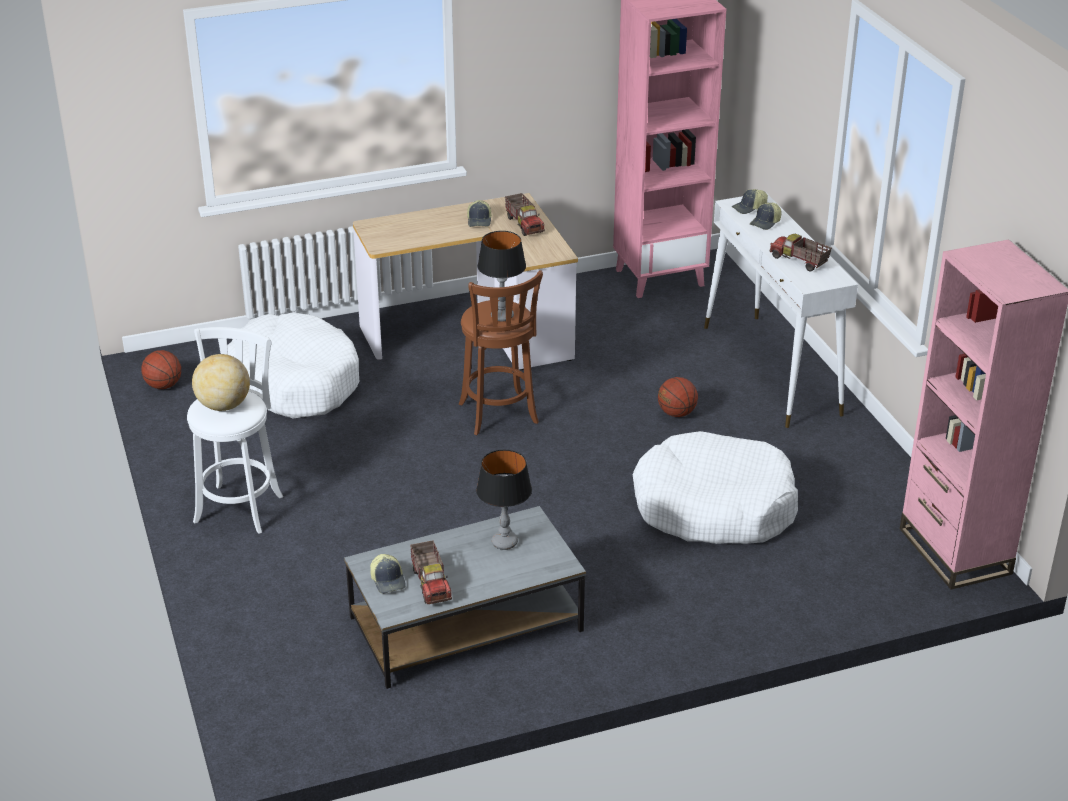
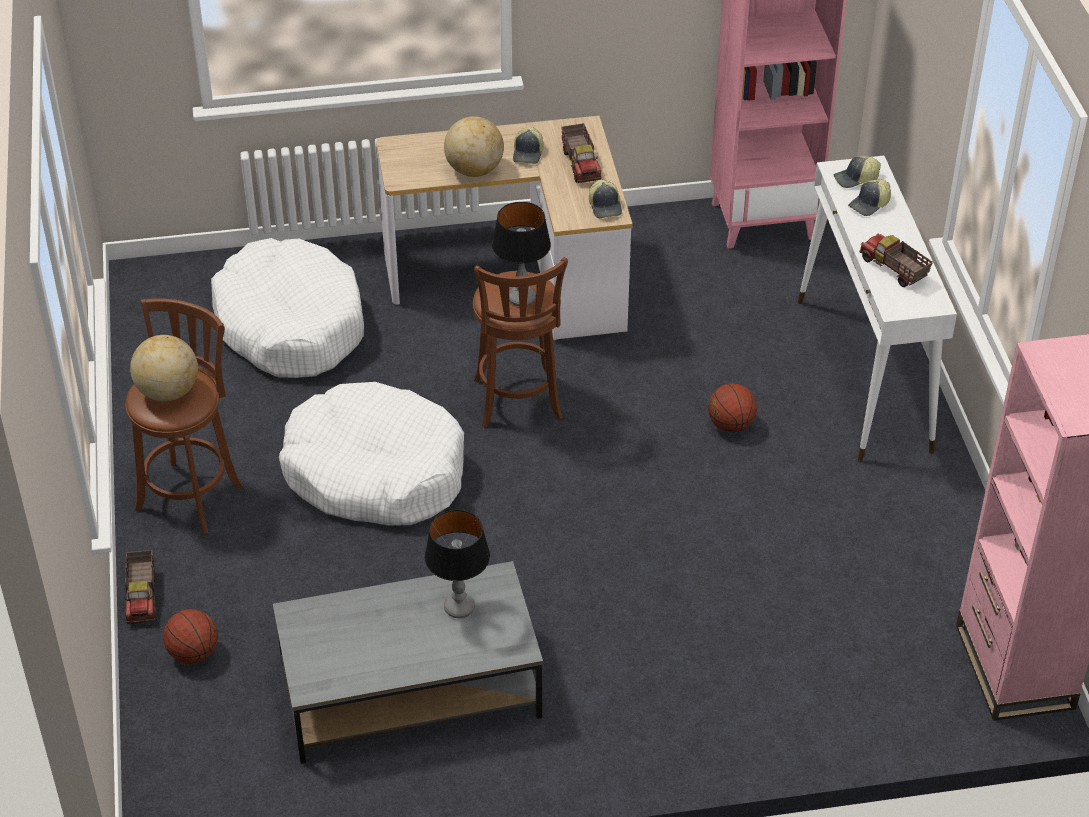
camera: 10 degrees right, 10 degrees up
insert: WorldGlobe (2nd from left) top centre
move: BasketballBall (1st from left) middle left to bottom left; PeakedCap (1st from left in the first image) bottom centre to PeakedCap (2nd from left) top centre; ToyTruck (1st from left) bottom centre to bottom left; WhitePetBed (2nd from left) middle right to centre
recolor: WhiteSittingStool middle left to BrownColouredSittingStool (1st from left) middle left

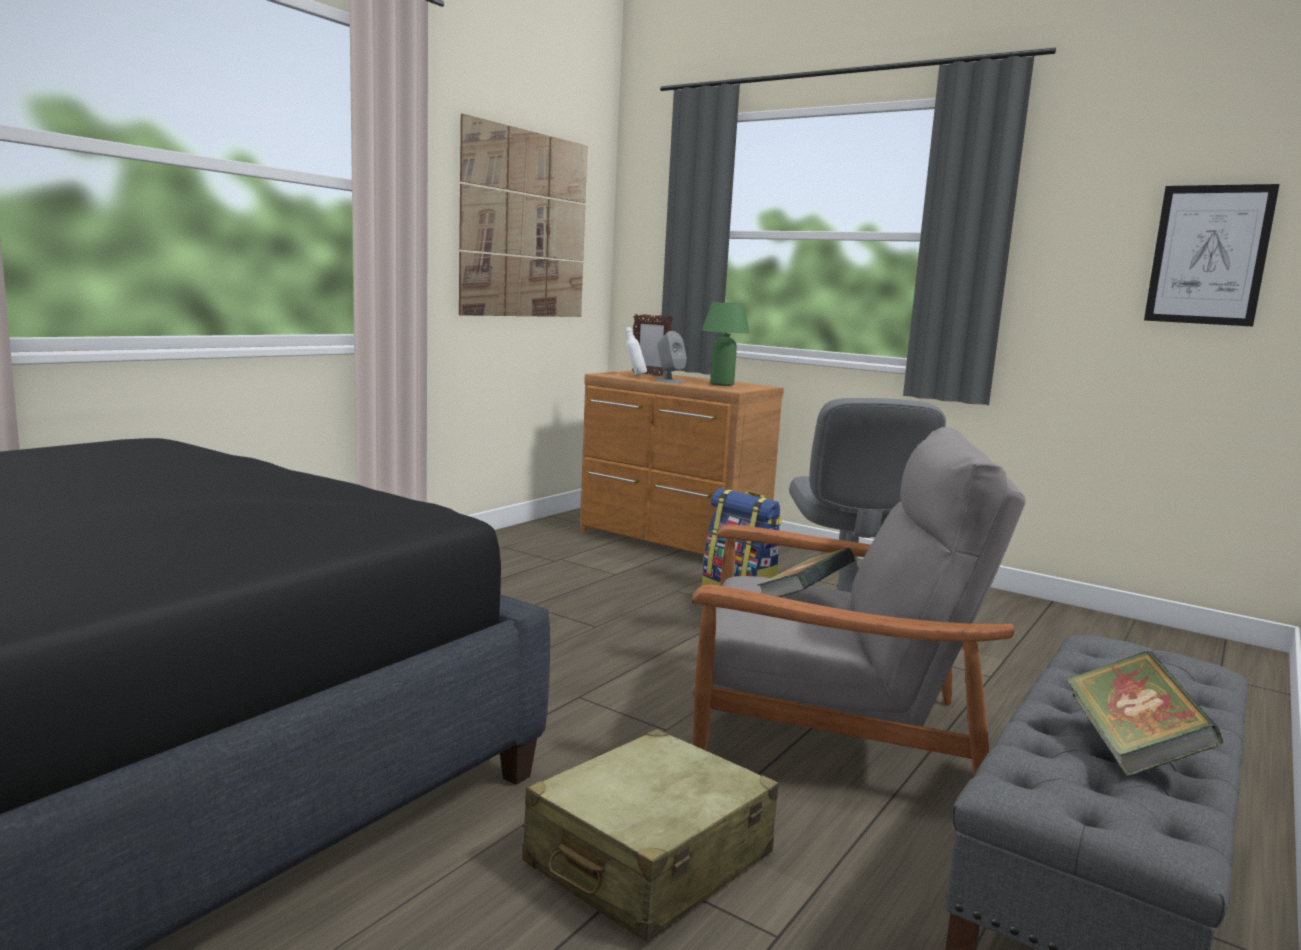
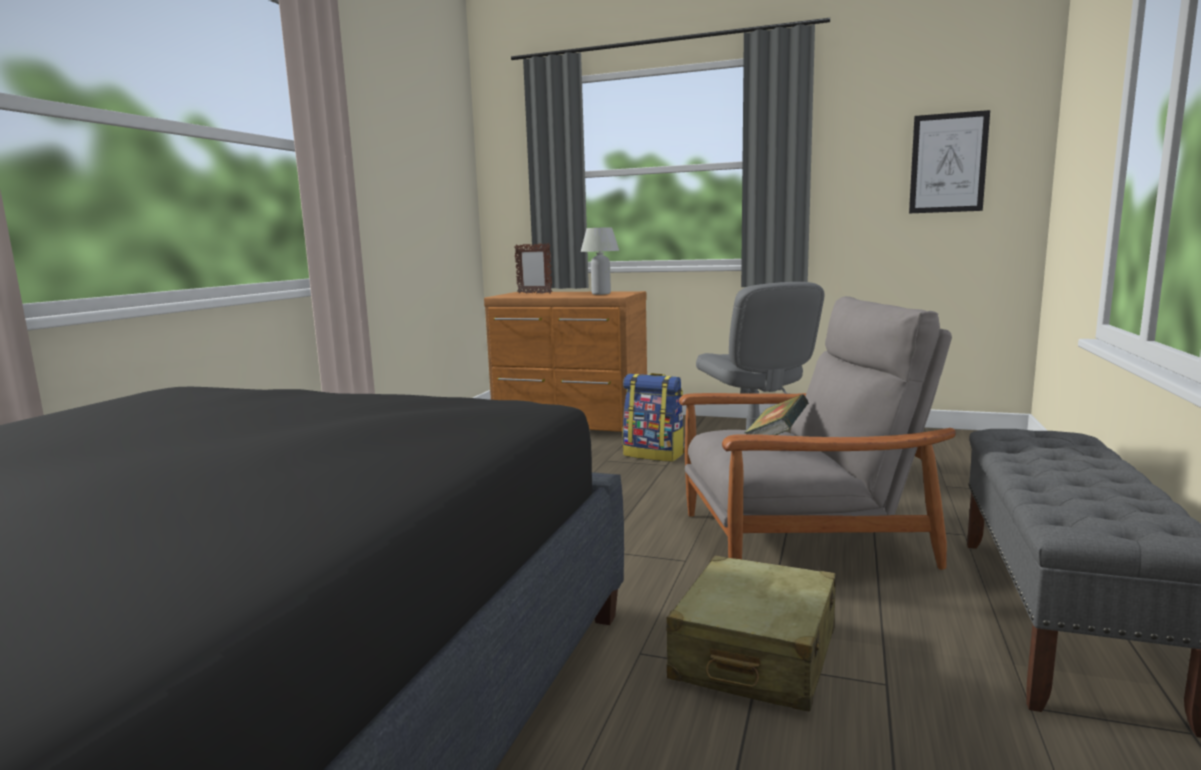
camera: 15 degrees left, 0 degrees up
delete: WallArt (1st from left) top centre; WhiteDrinkBottle centre; GreyishSpeaker centre; Volume (2nd from left) bottom right
recolor: GreenTableLamp centre to WhiteTableLamp centre

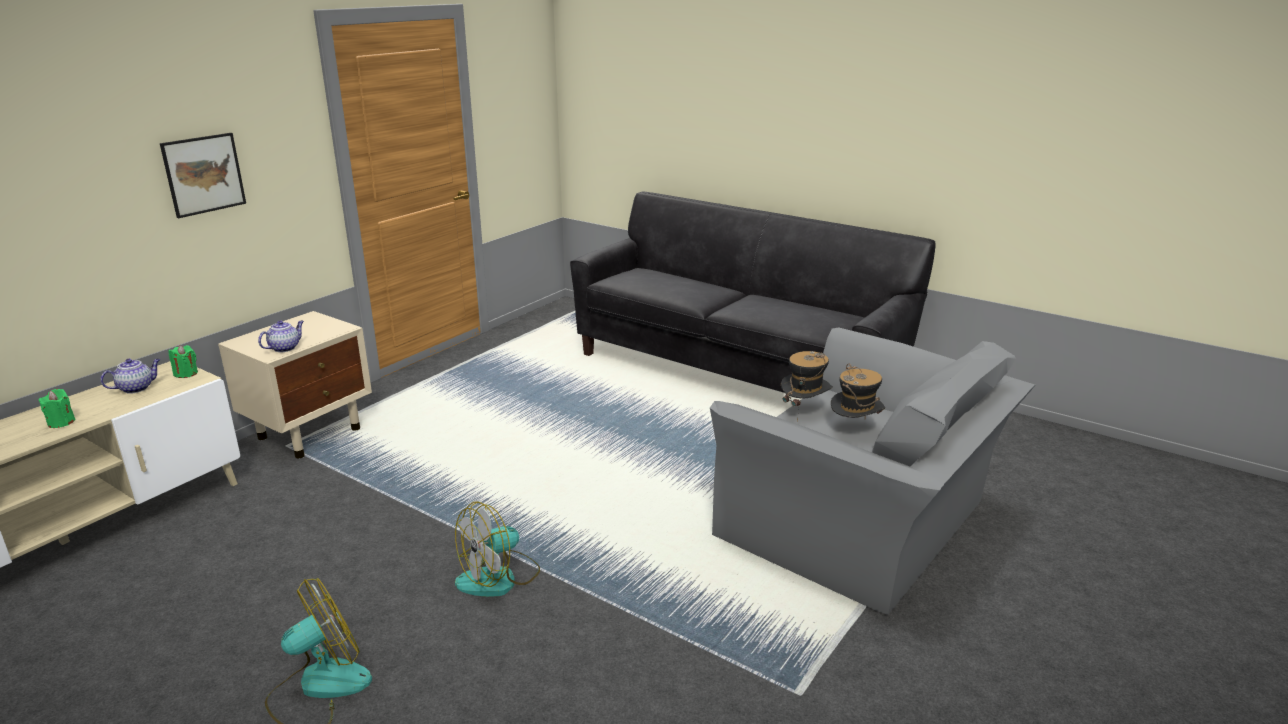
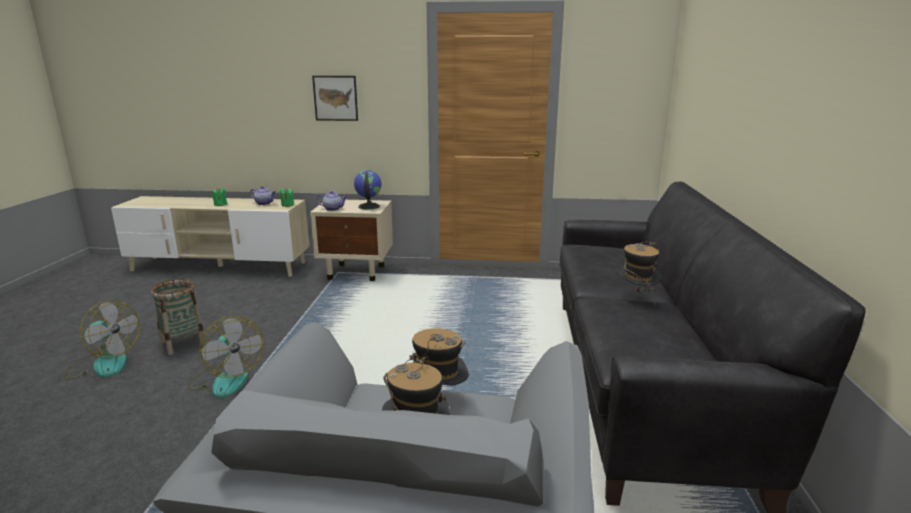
camera: 60 degrees right, 5 degrees down
insert: StorageBasket middle left; WorldGlobe centre; ClothingHat (3rd from left) middle right
rotate: ElectricFan (2nd from left) bottom centre = bottom left 150 degrees counterclockwise

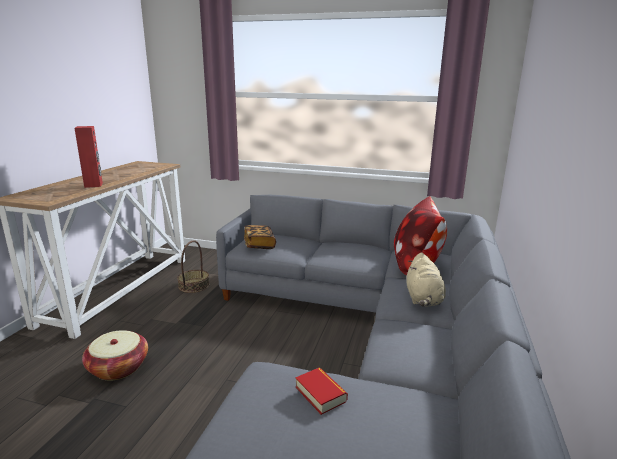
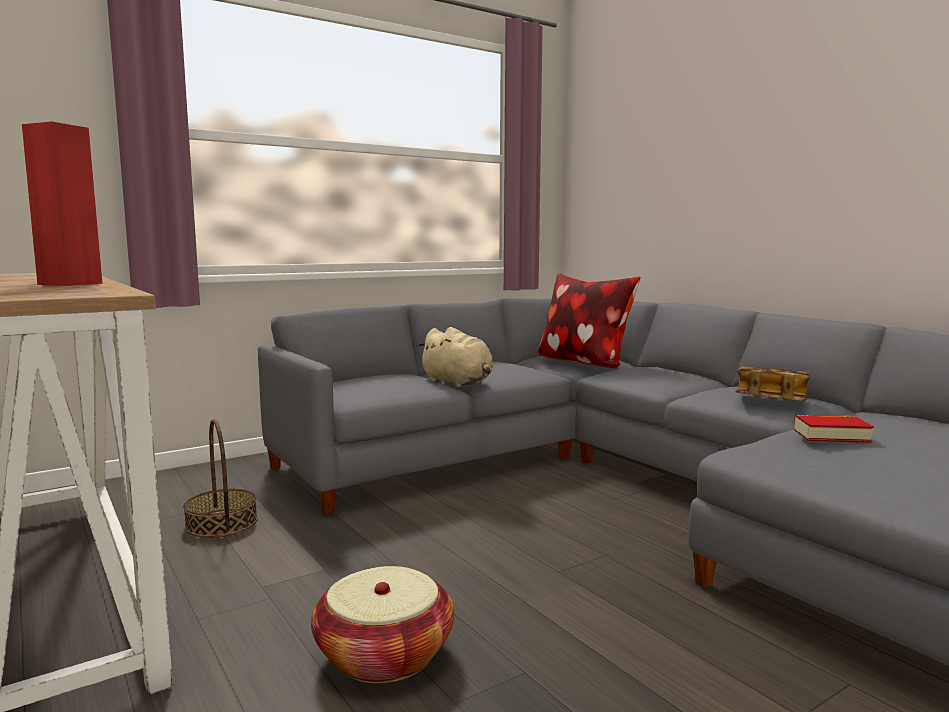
camera: 50 degrees left, 10 degrees down
move: Volume (1st from left) centre to middle right; BeigeCuddlyToy middle right to centre

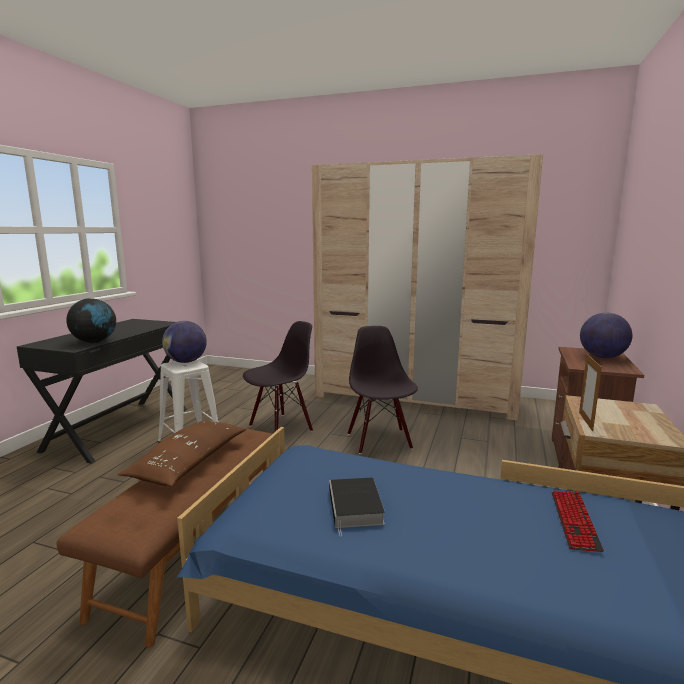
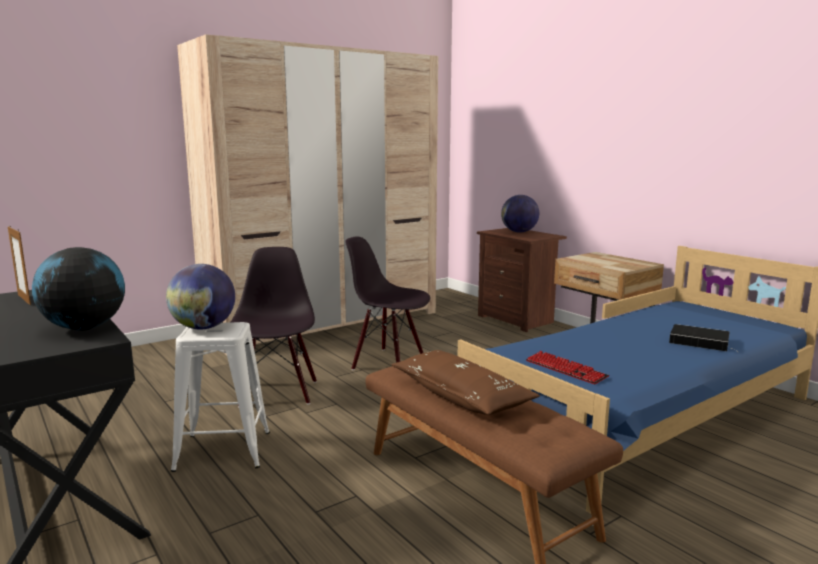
camera: 55 degrees left, 0 degrees up
move: Volume bottom centre to middle right; ComputerKeyboard bottom right to middle right; PictureFrame middle right to middle left

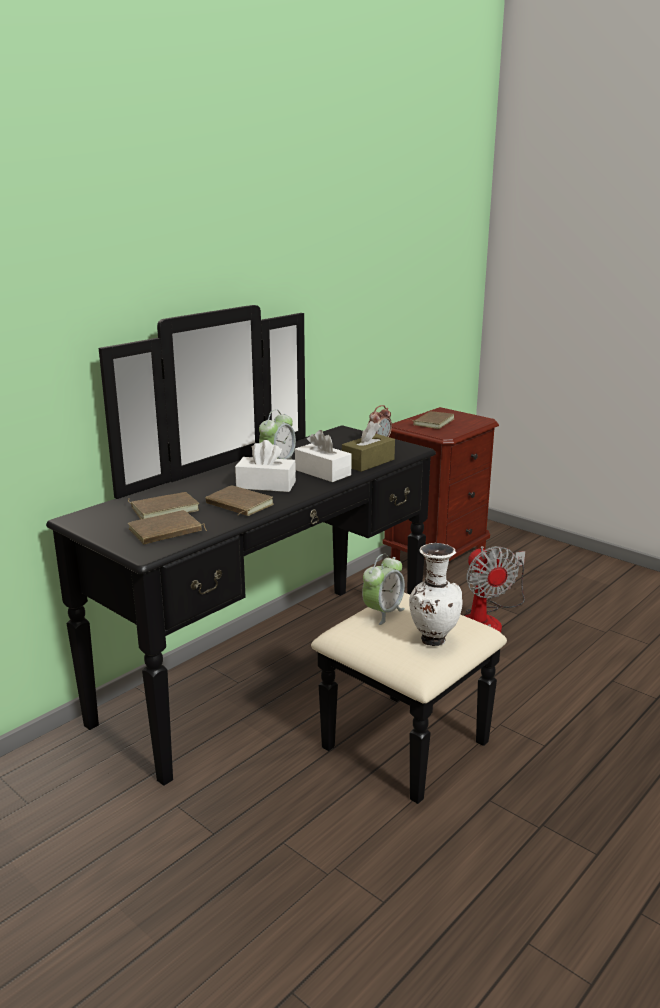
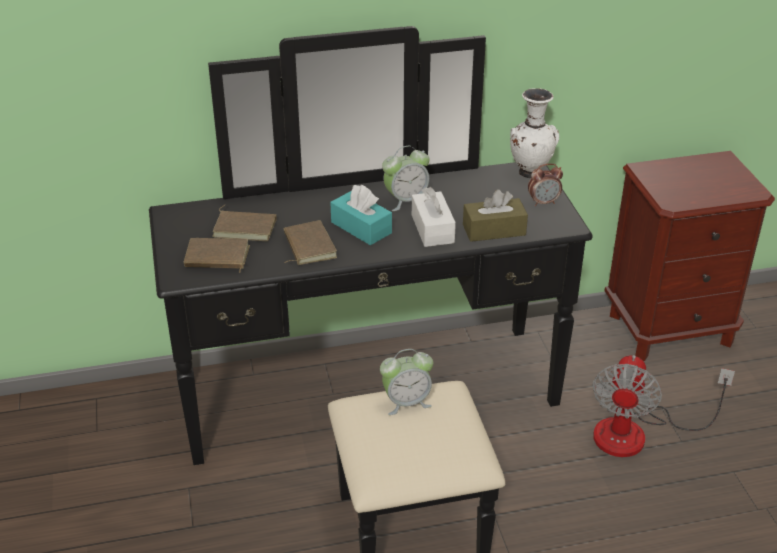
camera: 35 degrees right, 15 degrees up
delete: BrownColouredVolume (4th from left) centre
move: WhiteFlowerVase centre to top right
recolor: WhiteBoxOfTissues (1st from left) centre to BlueGreenBoxOfTissues centre

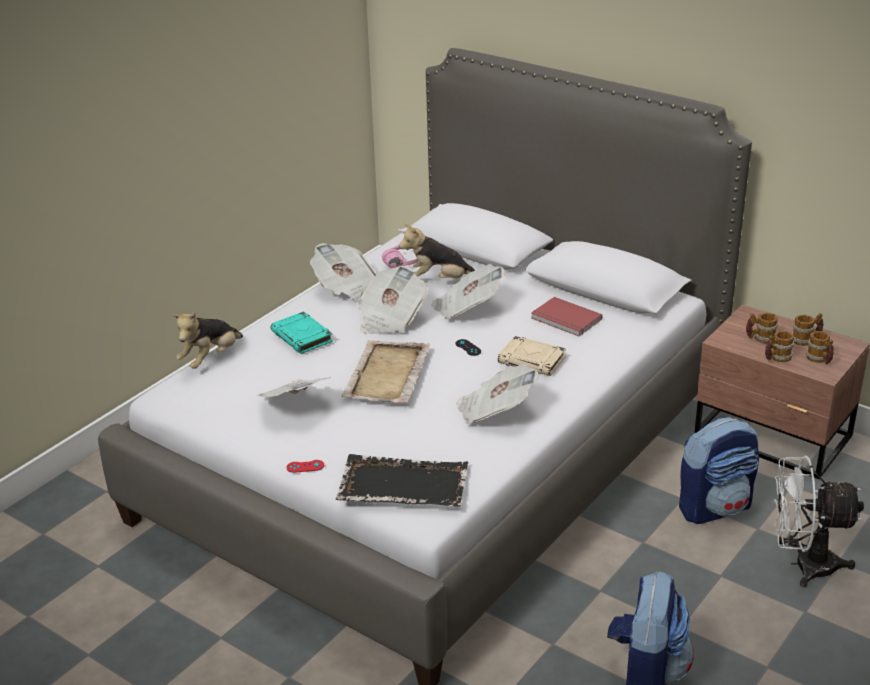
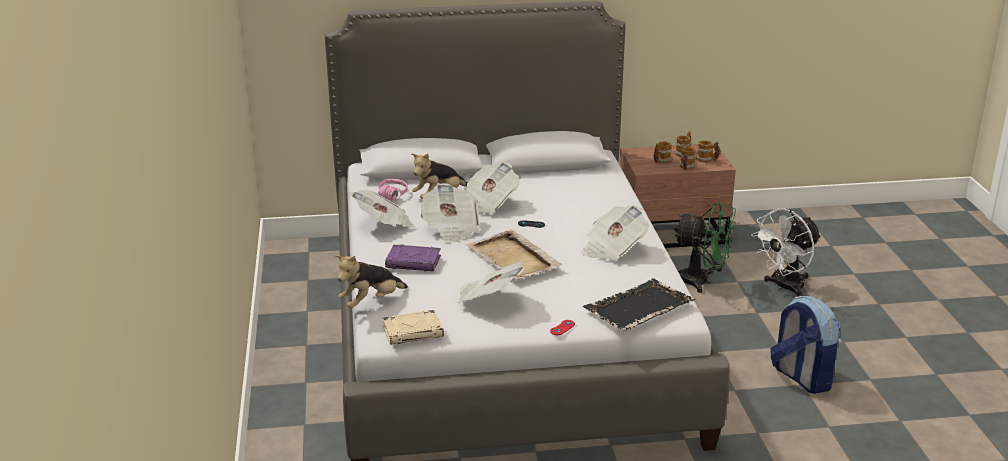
camera: 45 degrees left, 5 degrees down
delete: ReddishVolume centre
move: BeigeVolume centre to bottom centre
replace: Rucksack (2nd from left) bottom right to GreenElectricFan middle right
recolor: BlueGreenVolume centre to PurpleVolume centre
rotate: CuddlyToy (1st from left) middle left = centre 60 degrees clockwise

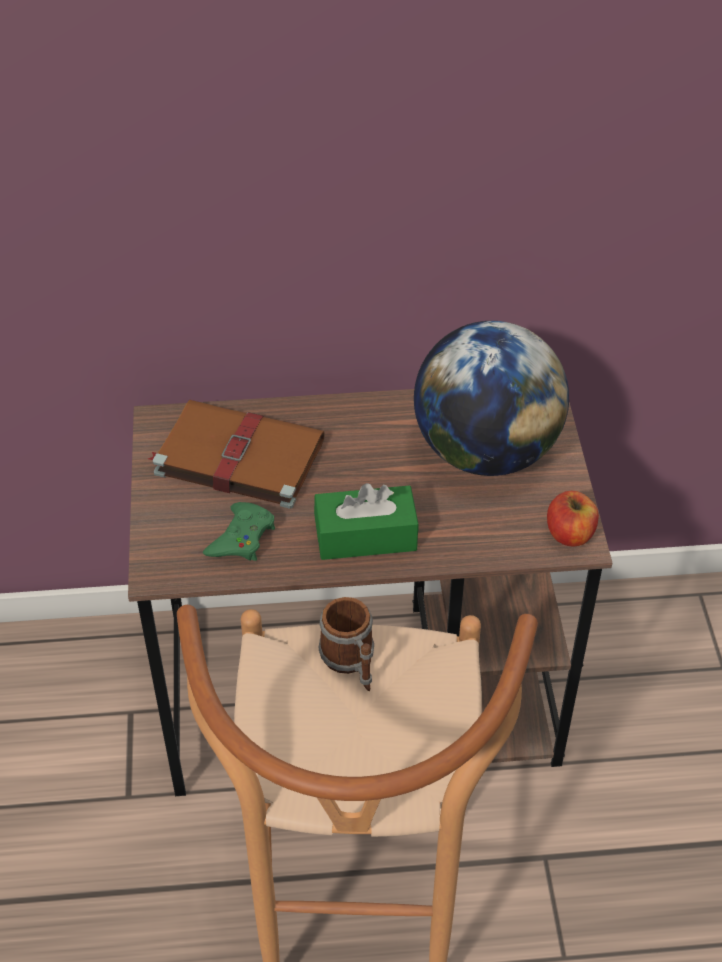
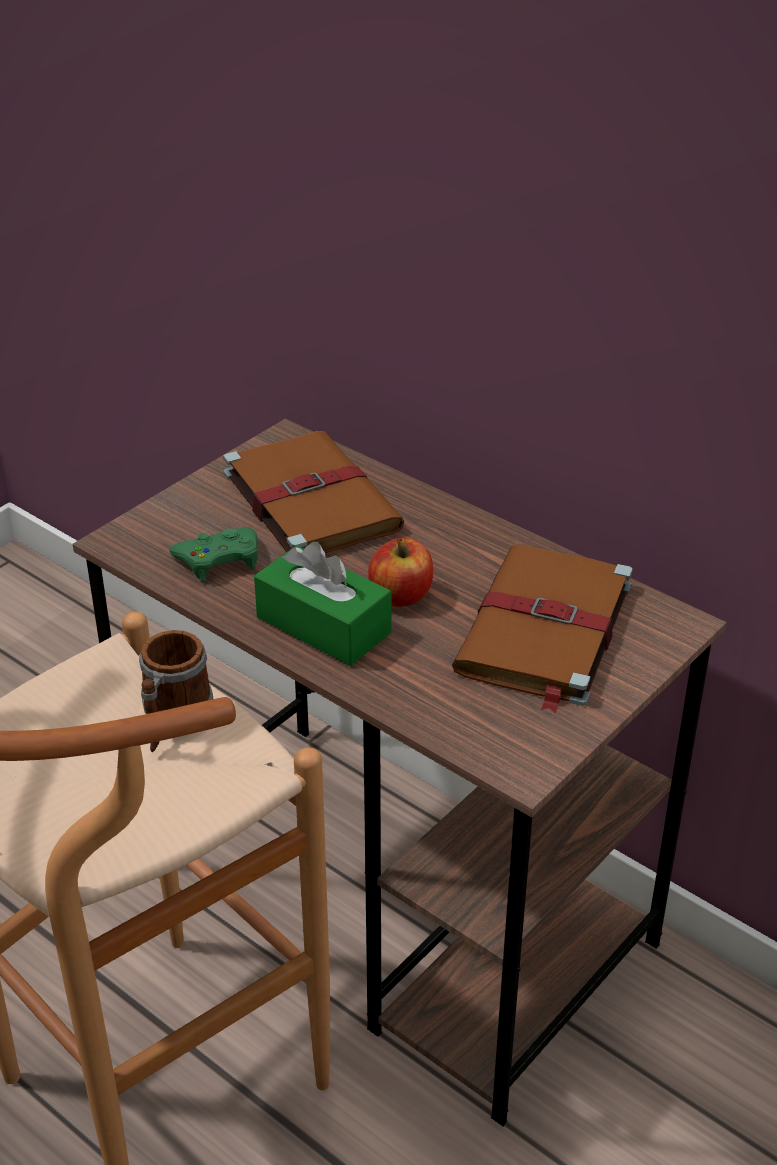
camera: 45 degrees right, 10 degrees down
move: Apple middle right to centre
replace: WorldGlobe middle right to BrownColouredVolume (2nd from left) middle right

